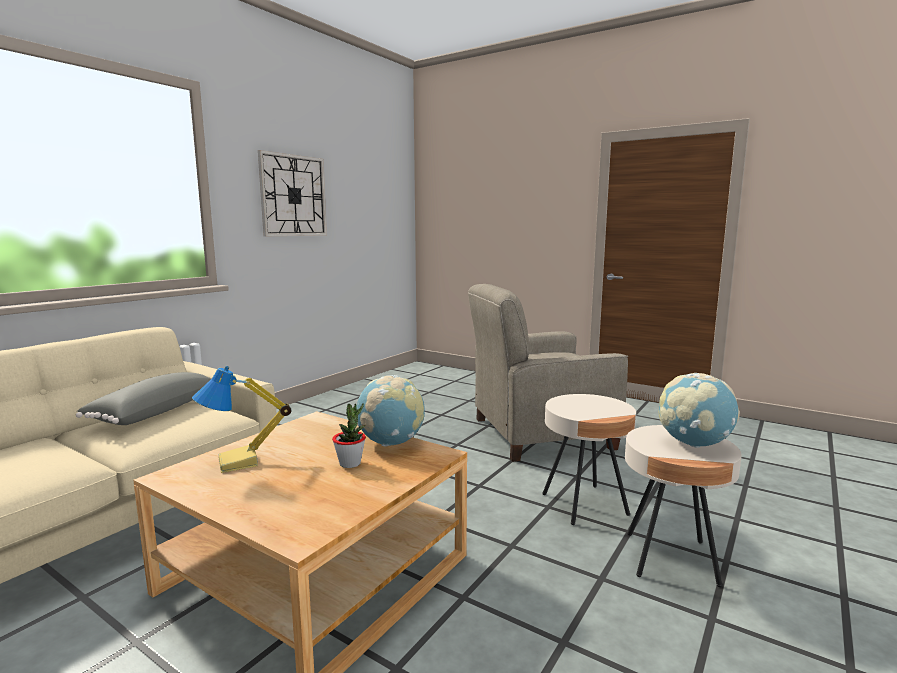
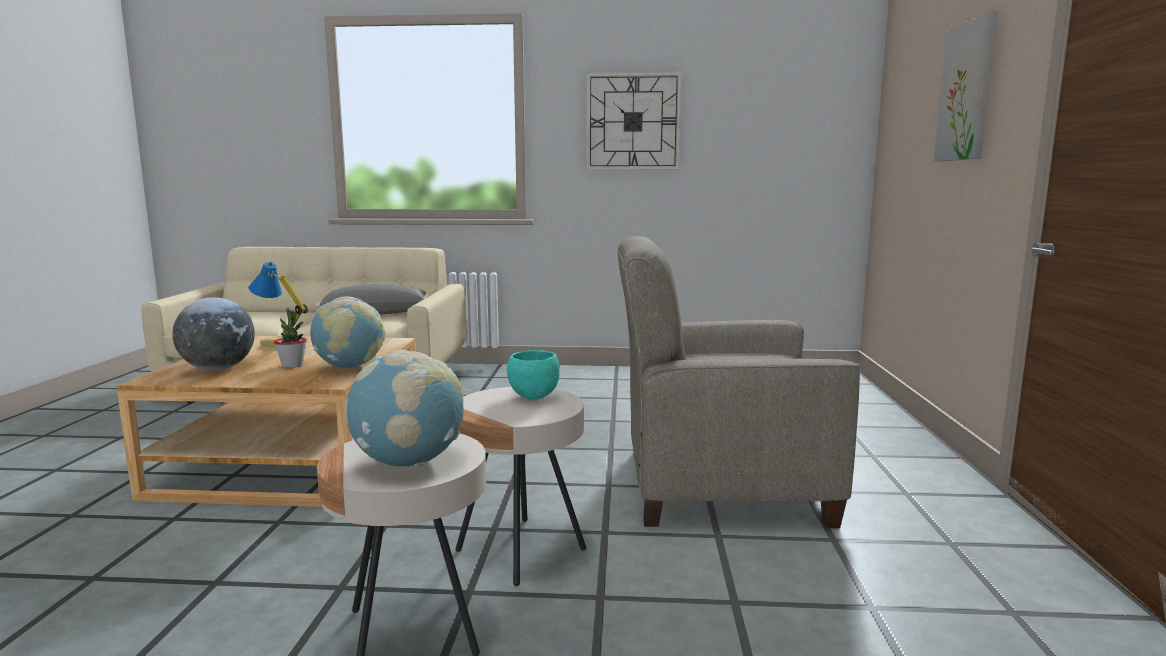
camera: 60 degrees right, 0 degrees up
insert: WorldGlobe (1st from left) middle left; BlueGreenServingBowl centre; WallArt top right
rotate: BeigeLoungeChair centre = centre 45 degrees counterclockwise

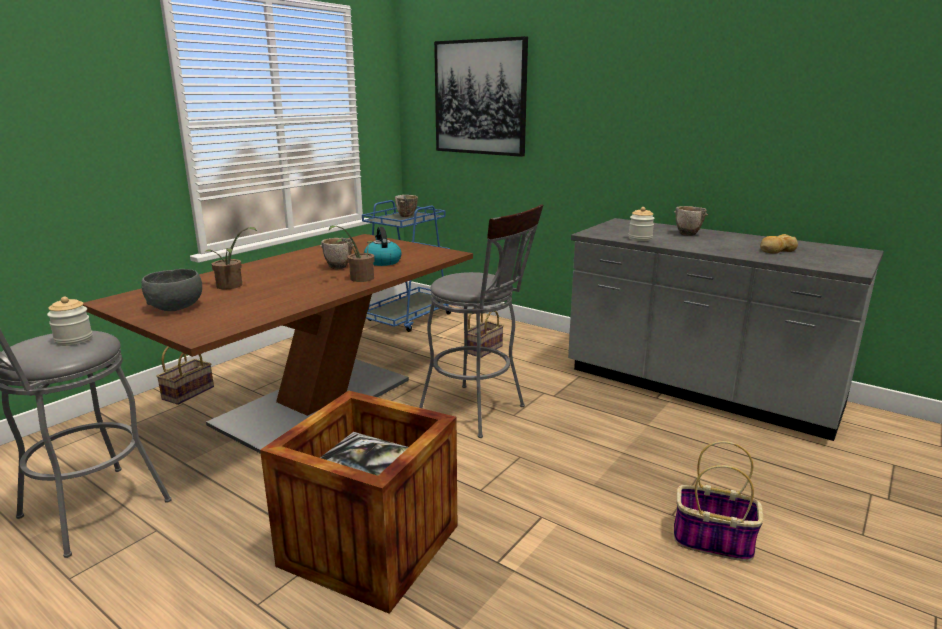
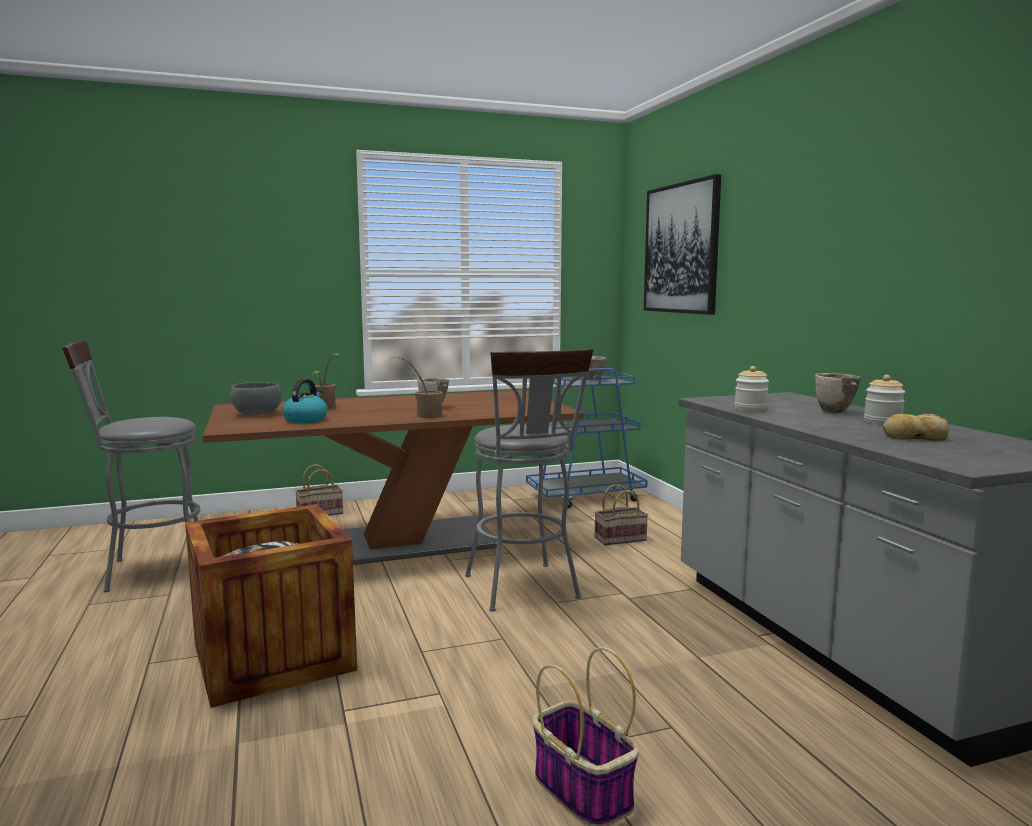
camera: 35 degrees right, 10 degrees down
move: PreserveJar (1st from left in the first image) middle left to PreserveJar (2nd from left) middle right; WaterKettle centre to middle left

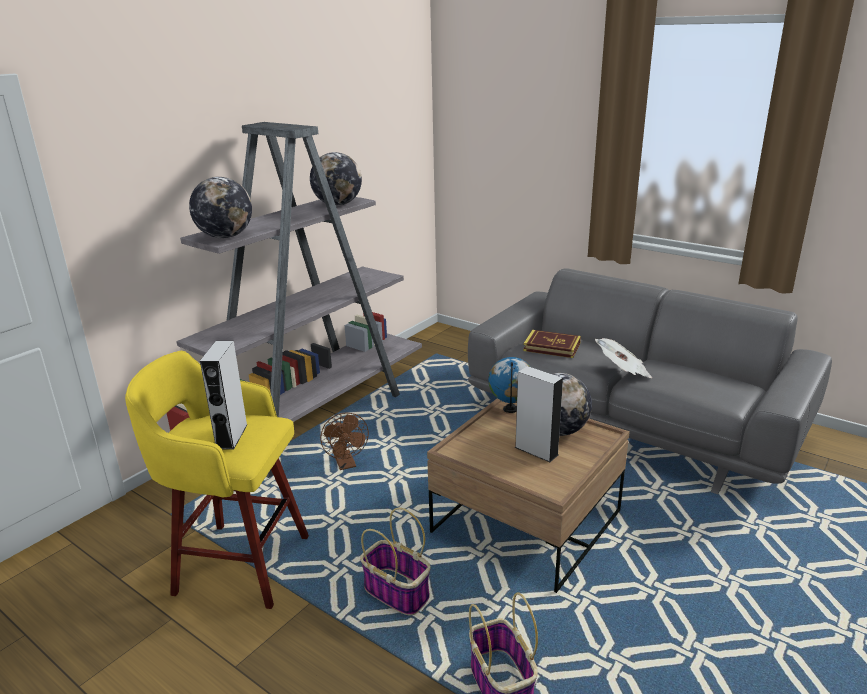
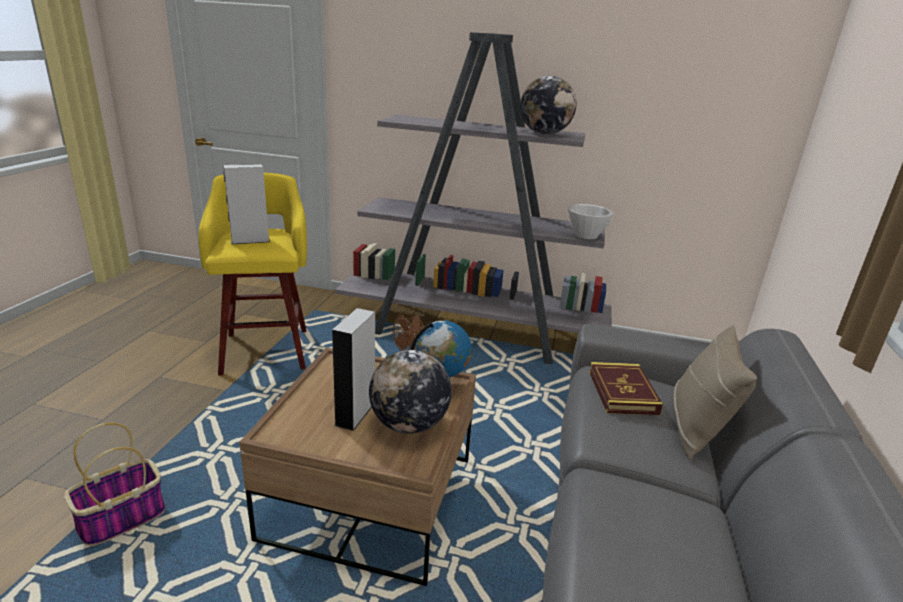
camera: 65 degrees right, 0 degrees up
delete: WorldGlobe (1st from left) top left; StorageBasket (1st from left) bottom centre; DailyPaper middle right
insert: WhiteServingBowl centre; BeigePillow middle right

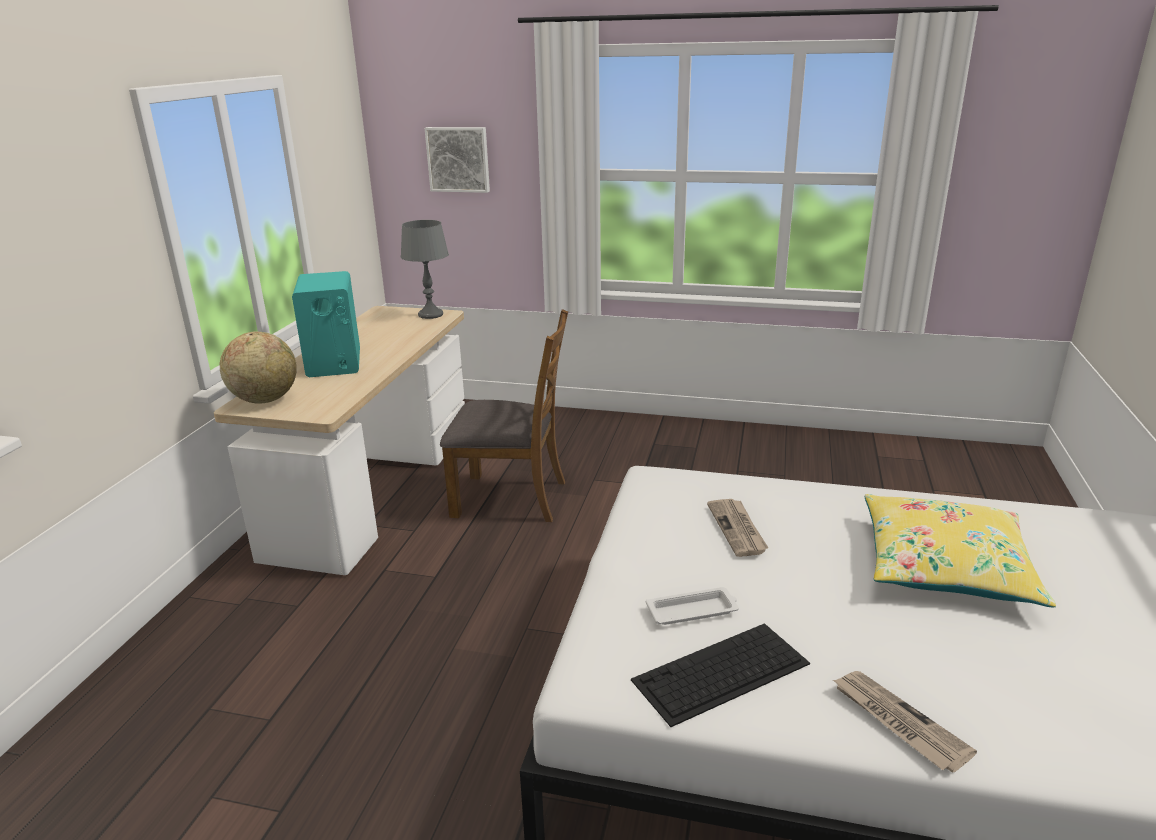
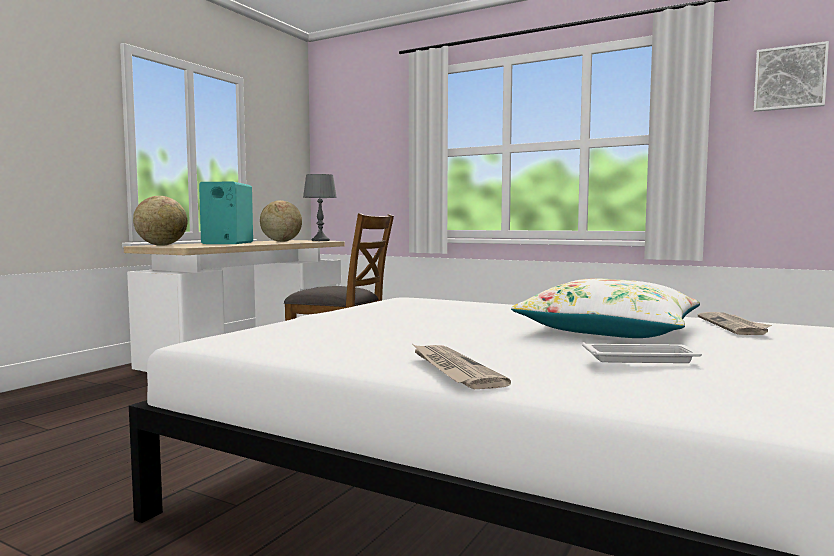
camera: 15 degrees right, 20 degrees down
delete: ComputerKeyboard bottom centre
insert: WorldGlobe (2nd from left) centre
move: WallArt top centre to top right; WhiteTray bottom centre to middle right; DailyPaper (1st from left in the first image) centre to DailyPaper (2nd from left) middle right
recolor: YellowPillow middle right to WhitePillow middle right

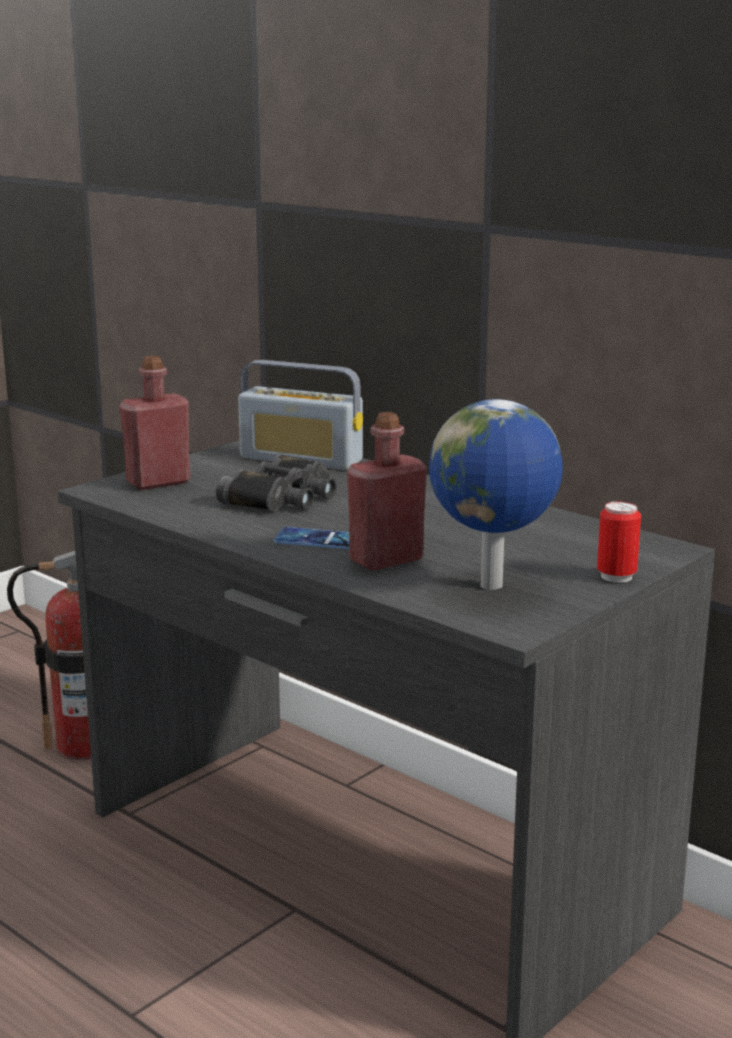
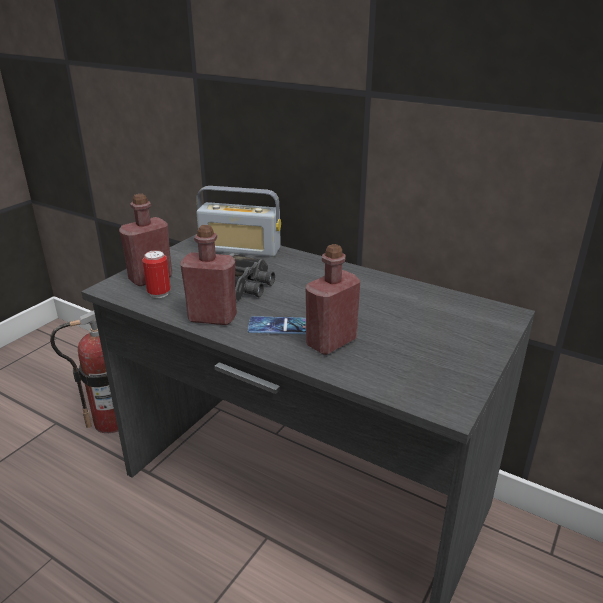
camera: 10 degrees left, 10 degrees up
delete: WorldGlobe middle right
insert: ReddishDrinkBottle (2nd from left) centre
move: MetalCan middle right to middle left

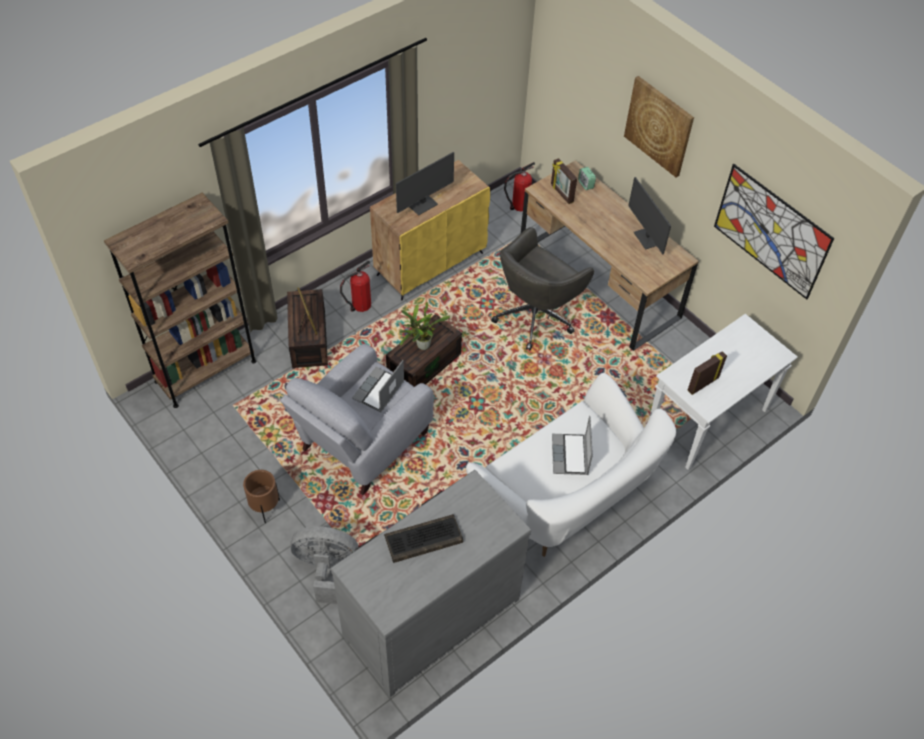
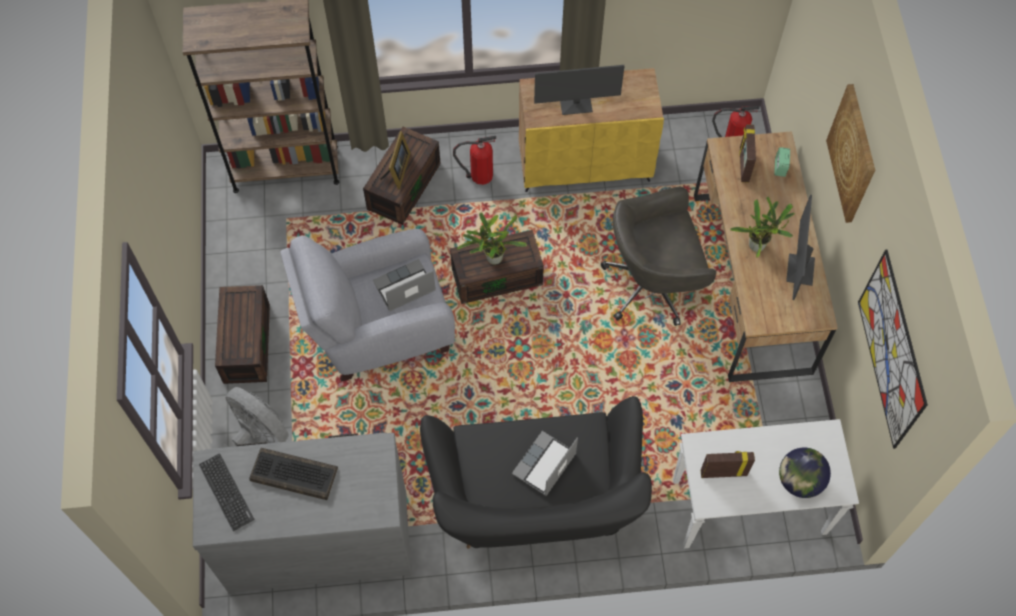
camera: 35 degrees right, 10 degrees up
insert: ComputerKeyboard (1st from left) bottom left; PlantInAPot (2nd from left) middle right; WorldGlobe bottom right
replace: BrownColouredFlowerPot bottom left to BrownColouredStorageBox (1st from left) middle left
recolor: WhiteSettee centre to BlackColouredSettee bottom centre

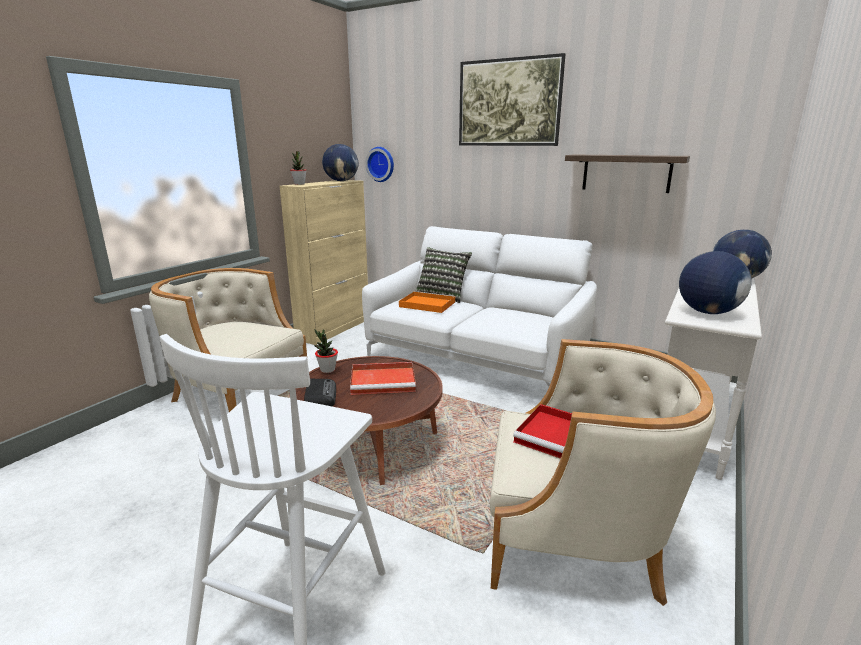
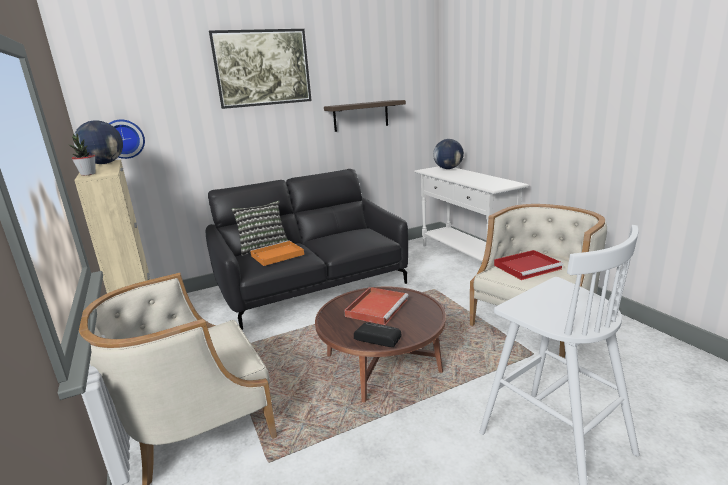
camera: 55 degrees left, 0 degrees up
delete: PlantInAPot (2nd from left) centre; WorldGlobe (2nd from left) middle right
recolor: WhiteSettee centre to BlackColouredSettee centre

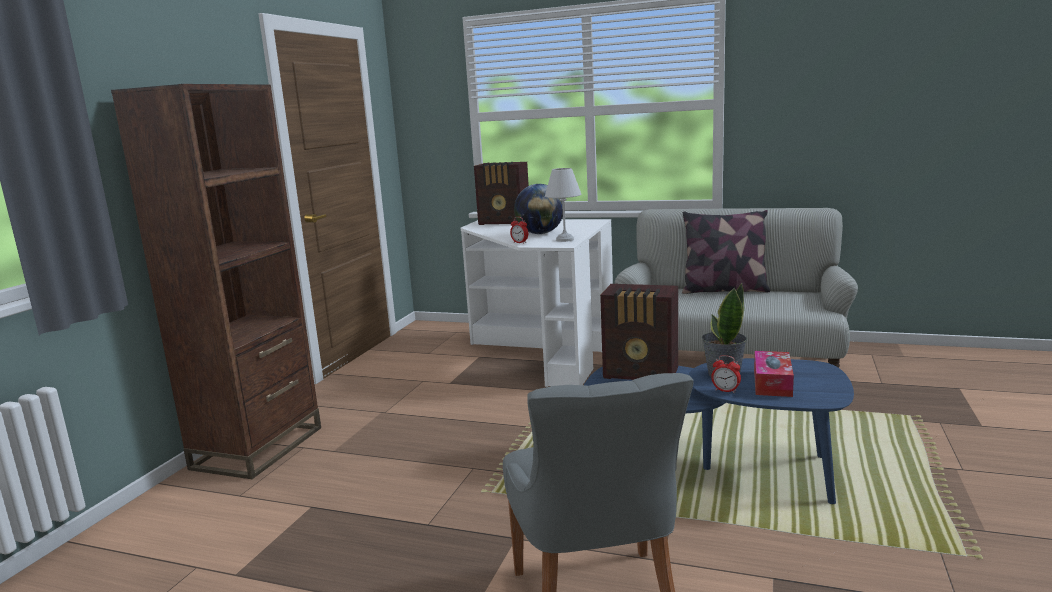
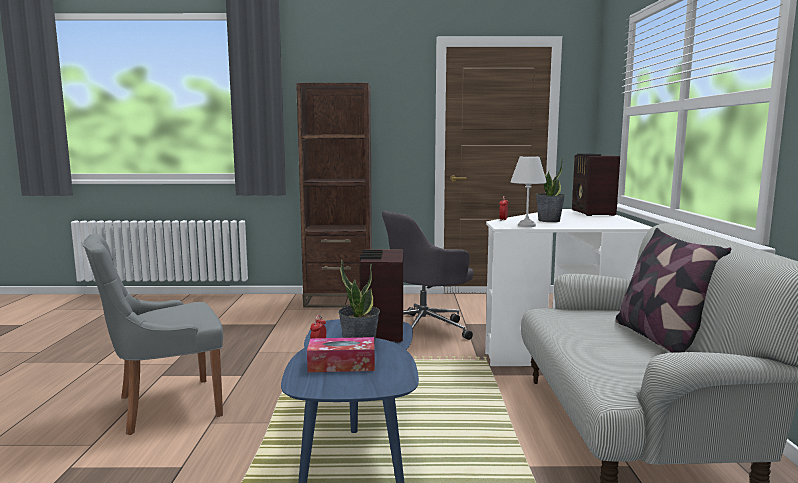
camera: 70 degrees right, 5 degrees down
insert: GreyishDeskChair centre
replace: WorldGlobe centre to PlantInAPot (2nd from left) middle right

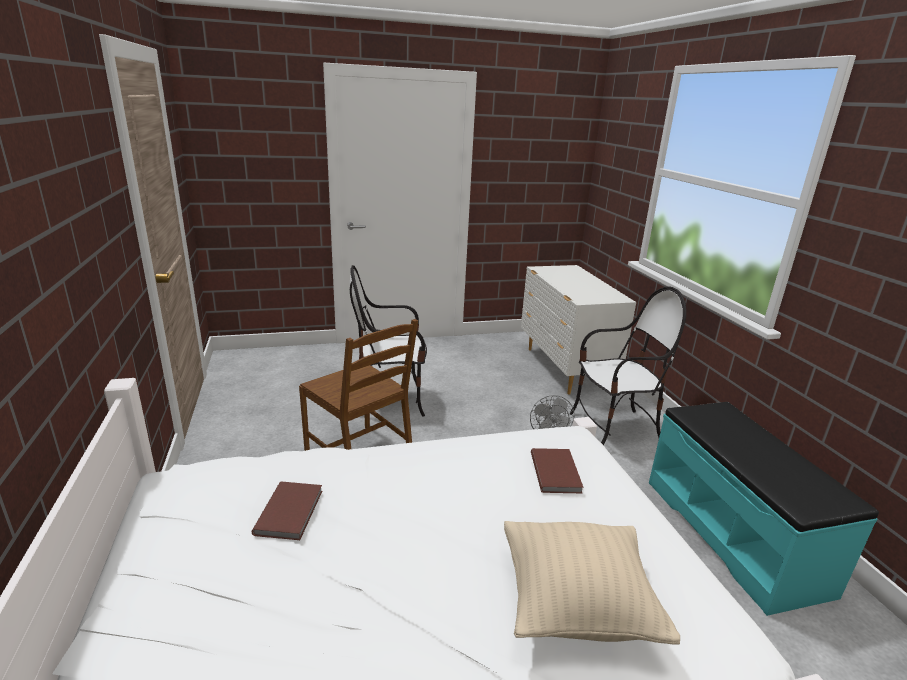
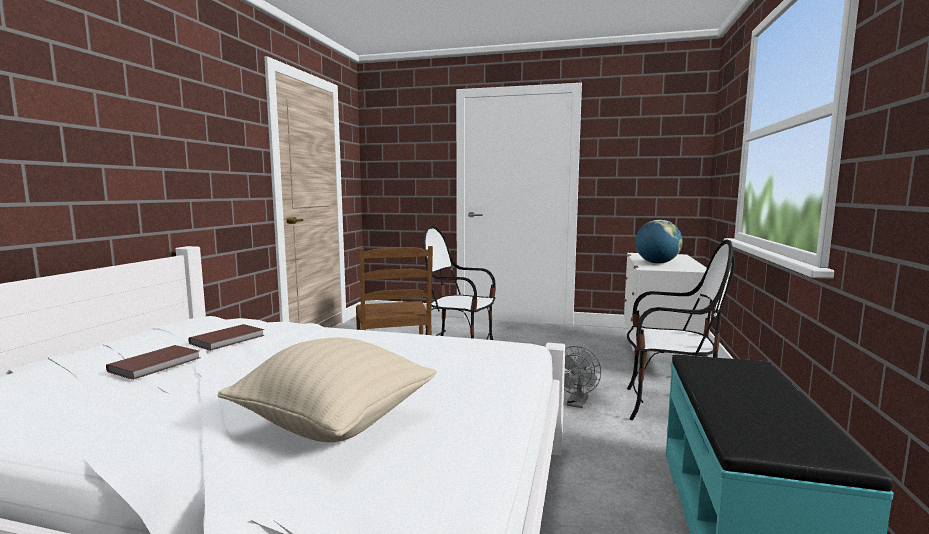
camera: 30 degrees right, 15 degrees down
insert: WorldGlobe middle right
move: BrownColouredVolume (2nd from left in the first image) bottom centre to BrownColouredVolume (1st from left) bottom left

